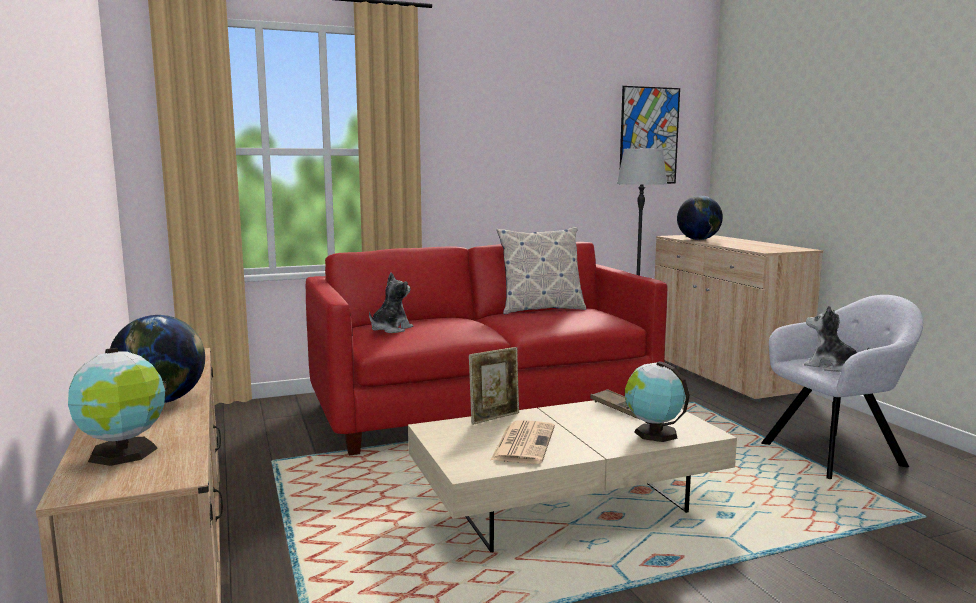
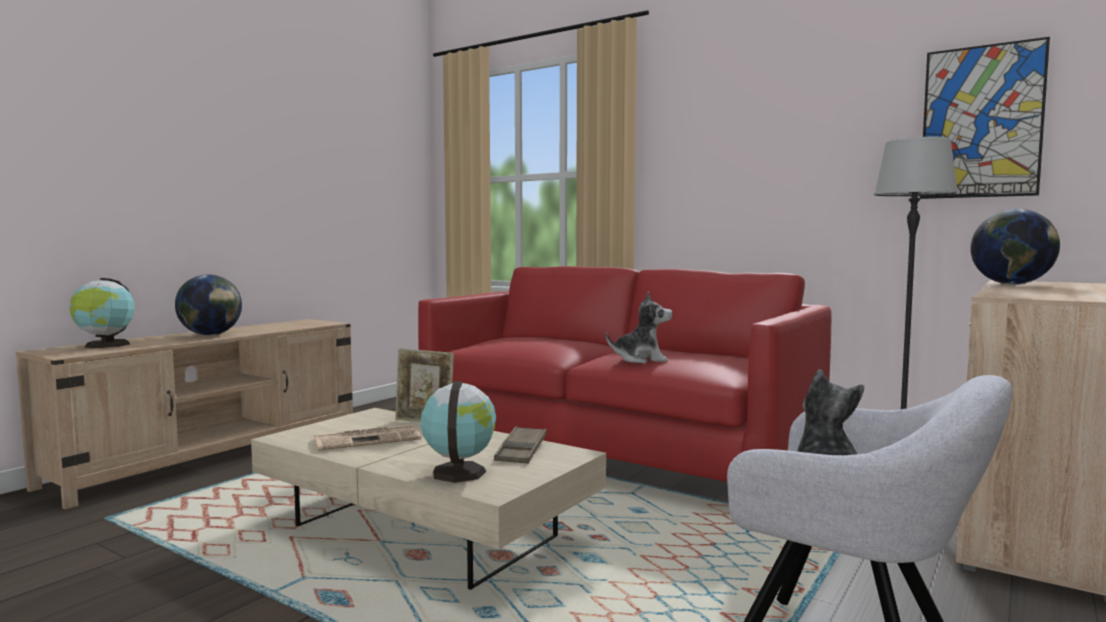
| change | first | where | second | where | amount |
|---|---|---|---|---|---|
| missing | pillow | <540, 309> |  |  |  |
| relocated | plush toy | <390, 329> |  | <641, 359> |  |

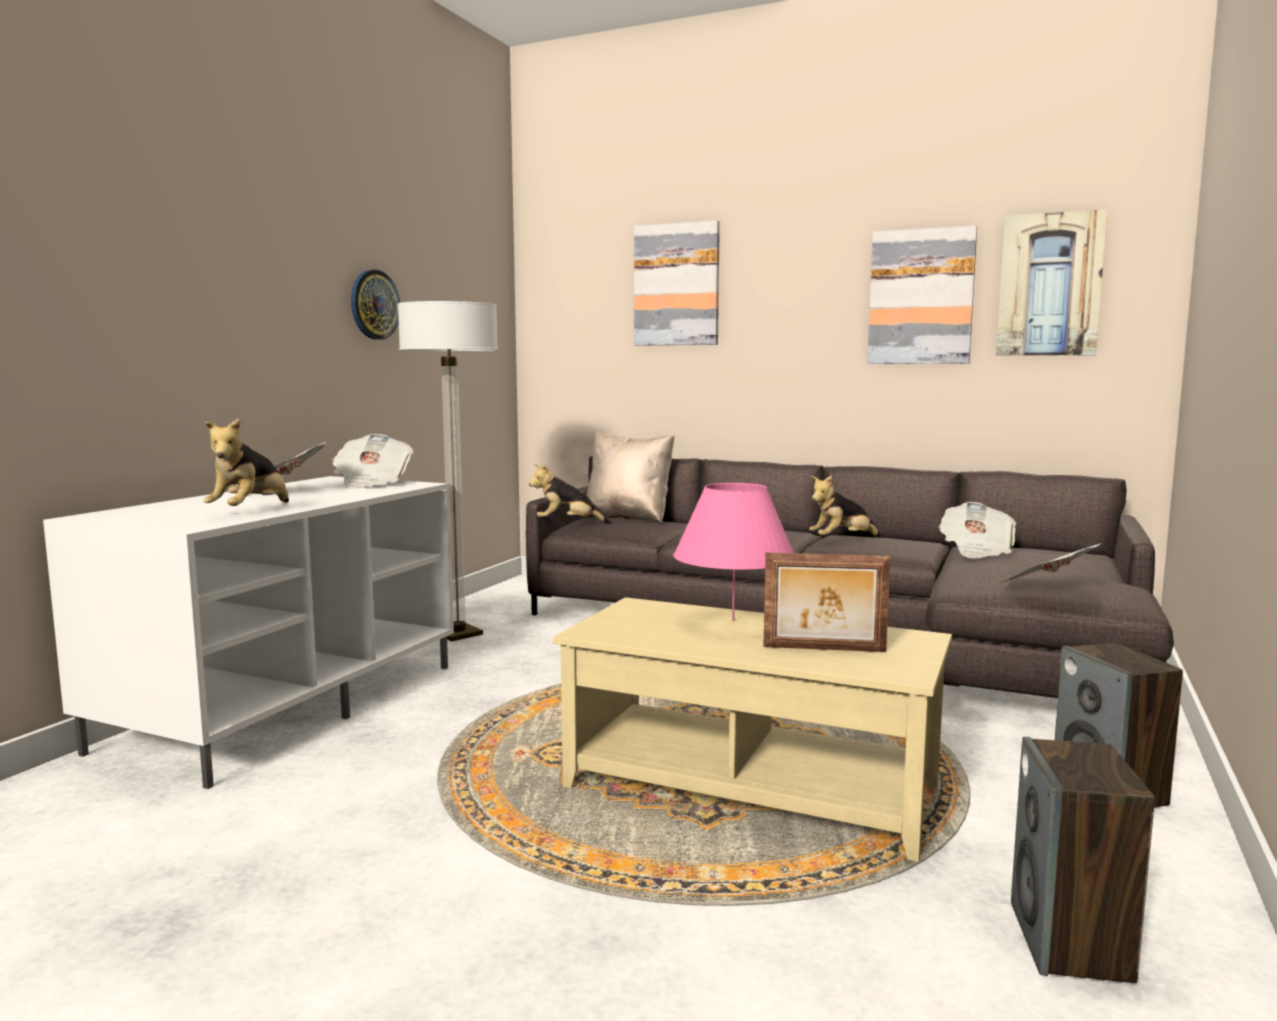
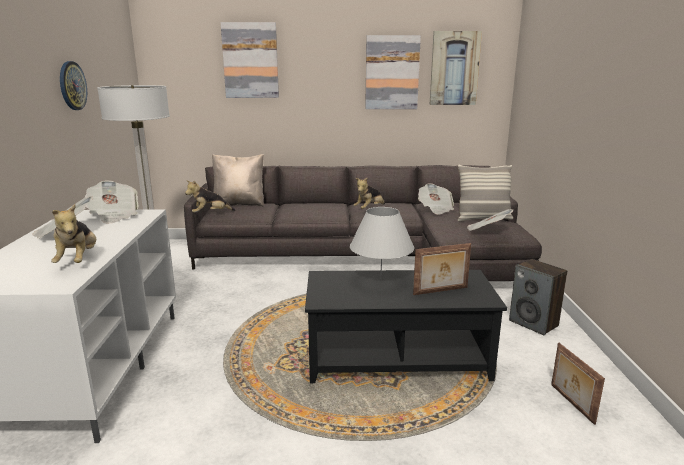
| change | first | where | second | where | amount |
|---|---|---|---|---|---|
| appeared |  |  | pillow | <483, 218> |  |
| exchanged | speaker | <1070, 942> | picture frame | <571, 403> |  |
| colour | coffee table (beige) | <751, 787> | coffee table (black) | <397, 359> |  |
| colour | table lamp (pink) | <733, 620> | table lamp (white) | <380, 279> |  |

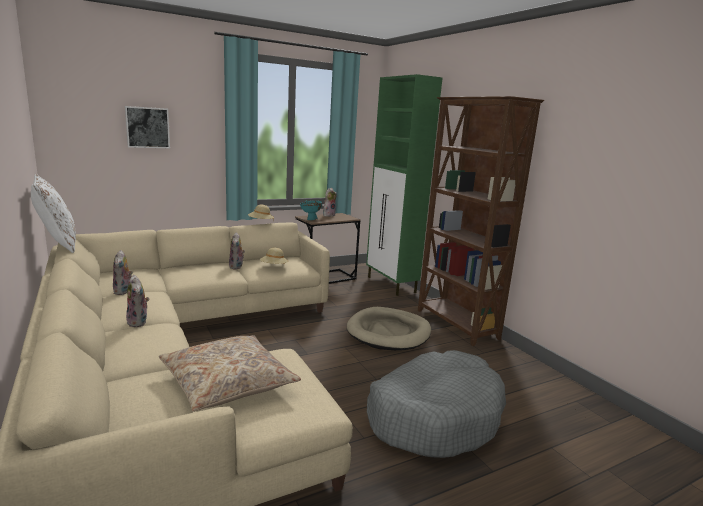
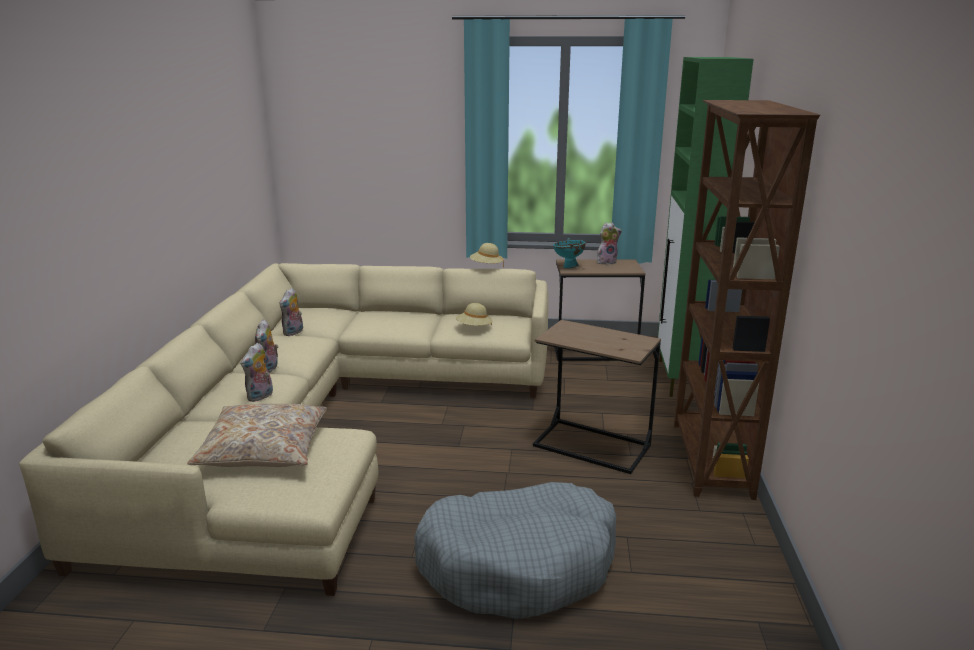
| change | first | where | second | where | amount |
|---|---|---|---|---|---|
| missing | pillow (white) | <58, 244> |  |  |  |
| missing | picture | <147, 127> |  |  |  |
| relocated | plush toy | <237, 267> |  | <260, 397> |  |
| exchanged | dog bed (beige) | <389, 332> | side table (brown) | <592, 446> |  |

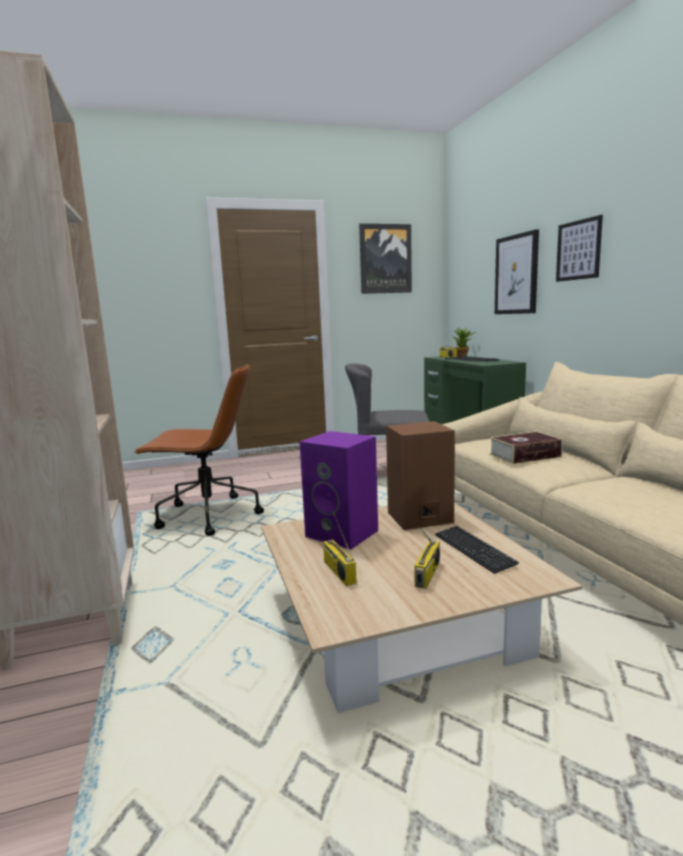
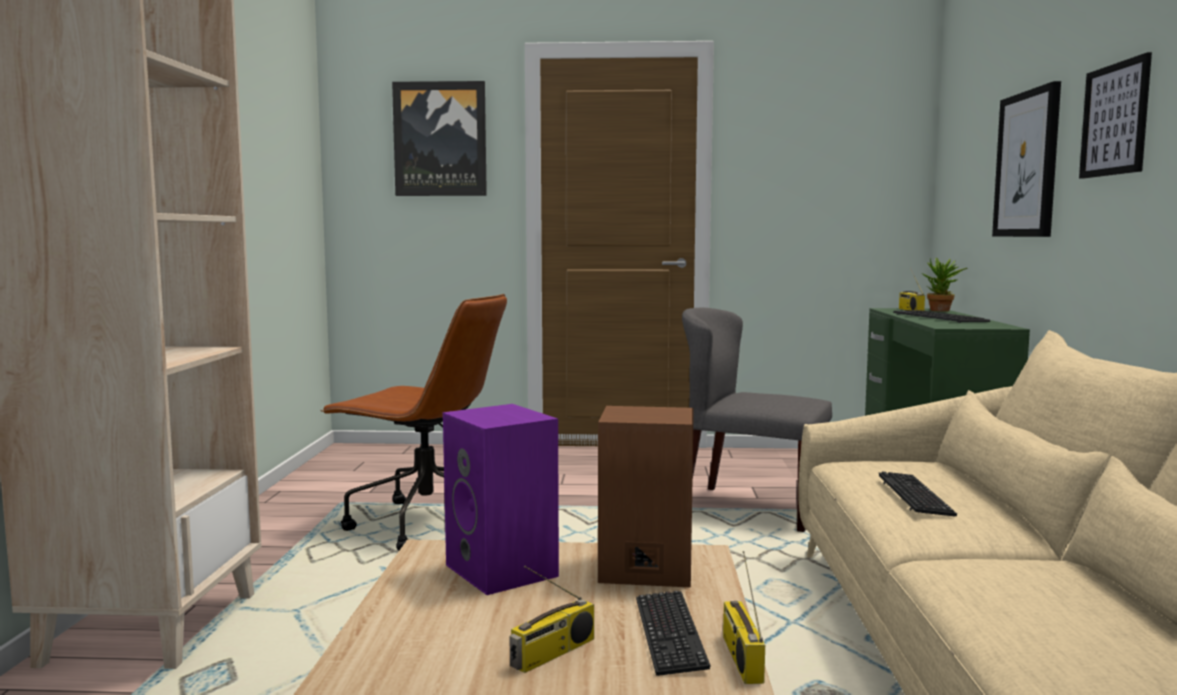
| change | first | where | second | where | amount |
|---|---|---|---|---|---|
| relocated | radio | <338, 571> |  | <740, 657> |  |
| relocated | picture | <385, 259> |  | <440, 139> |  |
| exchanged | book | <525, 455> | keyboard | <914, 496> |  |

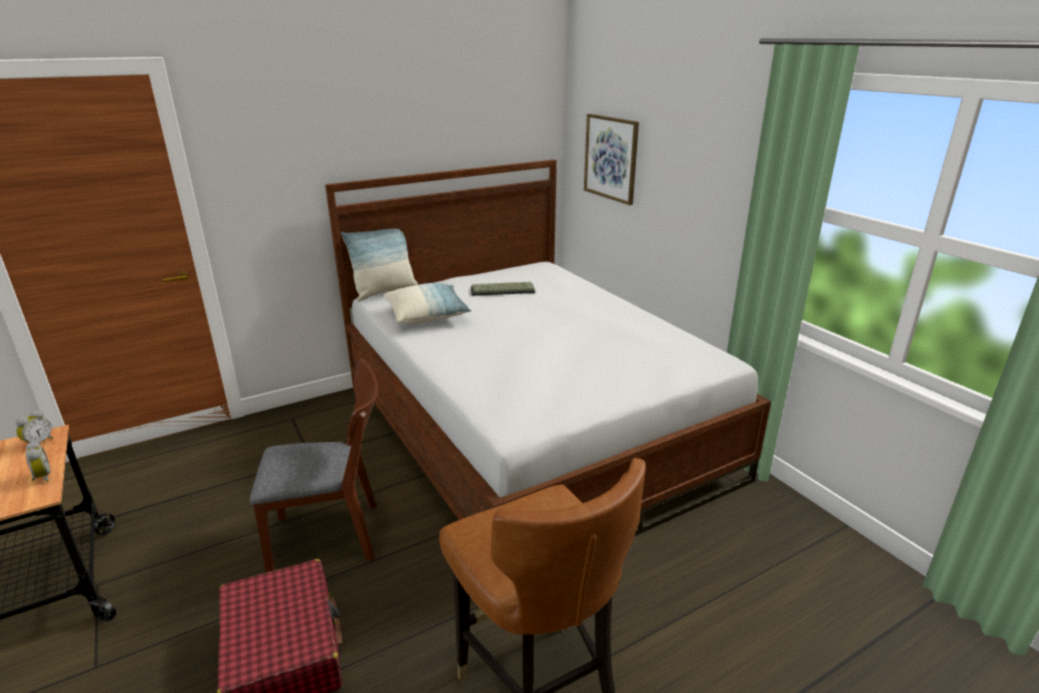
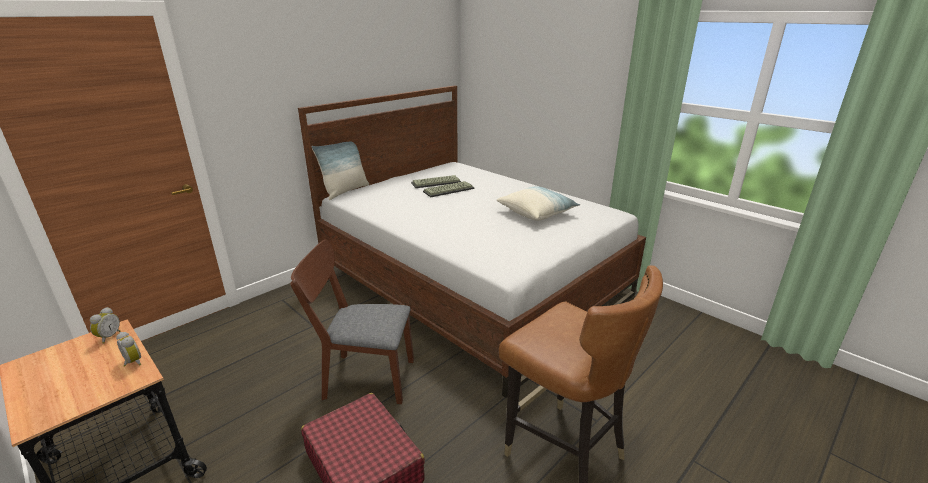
| change | first | where | second | where | amount |
|---|---|---|---|---|---|
| missing | picture | <611, 158> |  |  |  |
| appeared |  |  | keyboard | <449, 190> |  |
| relocated | pillow | <427, 316> |  | <537, 213> |  |
| spun | chair (brown) | <335, 535> |  | <362, 378> | 150 degrees counterclockwise |

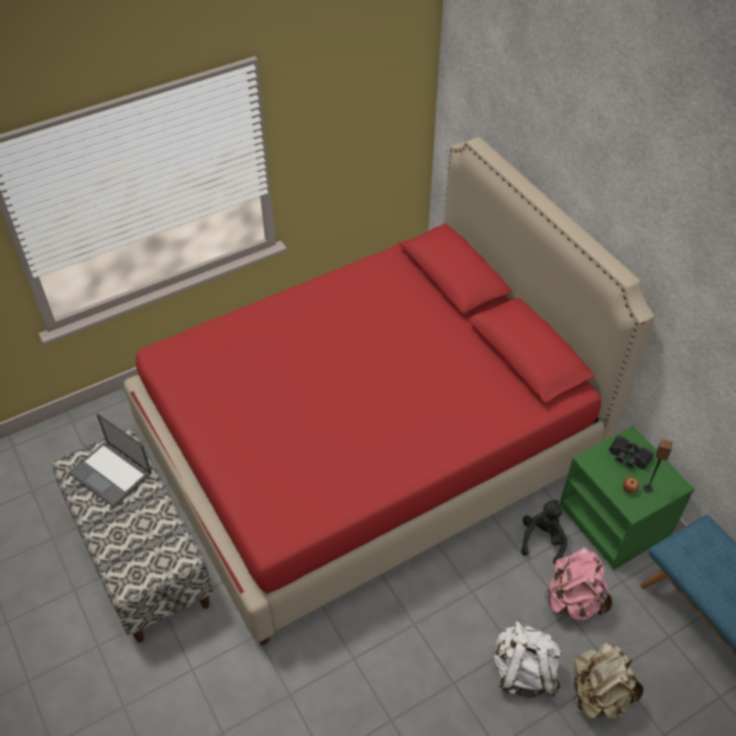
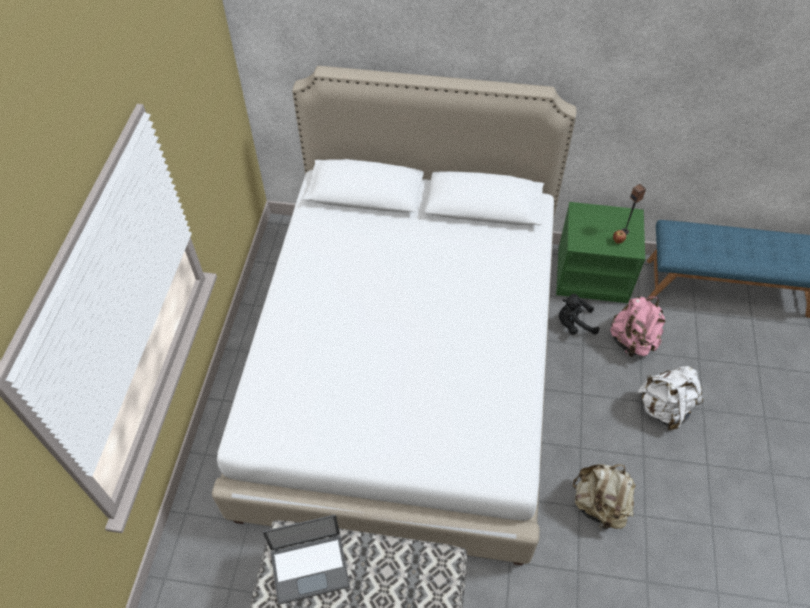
| change | first | where | second | where | amount |
|---|---|---|---|---|---|
| missing | binoculars (black) | <628, 458> |  |  |  |
| relocated | backpack (beige) | <598, 694> |  | <600, 505> |  |
| colour | bed (red) | <368, 446> | bed (white) | <405, 370> |  |
| spun | plush toy (black) | <542, 539> |  | <574, 324> | 60 degrees counterclockwise |

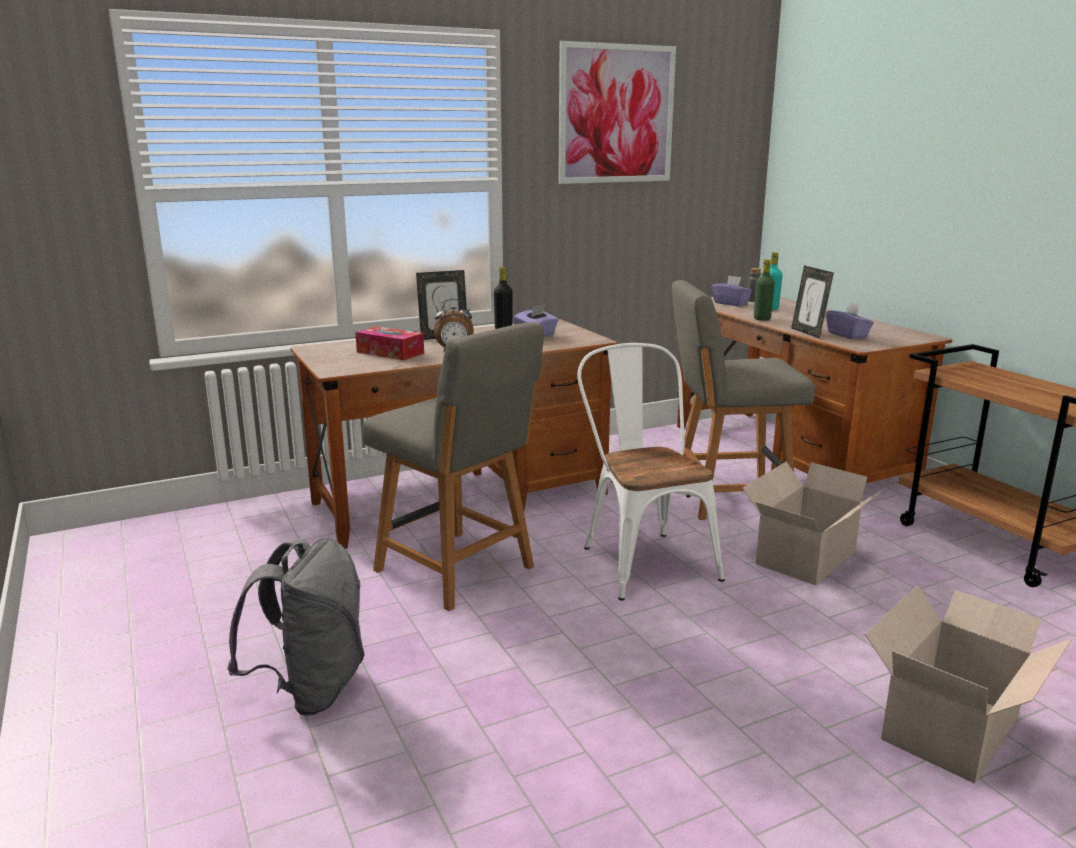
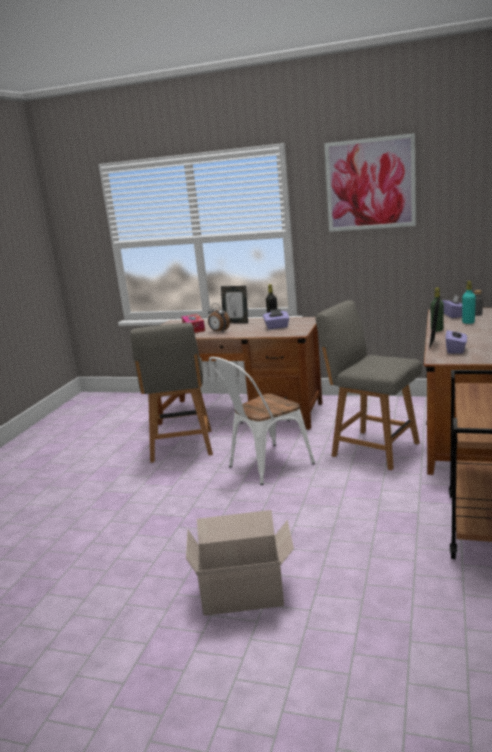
| change | first | where | second | where | amount |
|---|---|---|---|---|---|
| missing | backpack (grey) | <311, 689> |  |  |  |
| missing | cardboard box | <804, 558> |  |  |  |
| spun | chair (white) | <642, 558> |  | <264, 466> | 150 degrees counterclockwise |

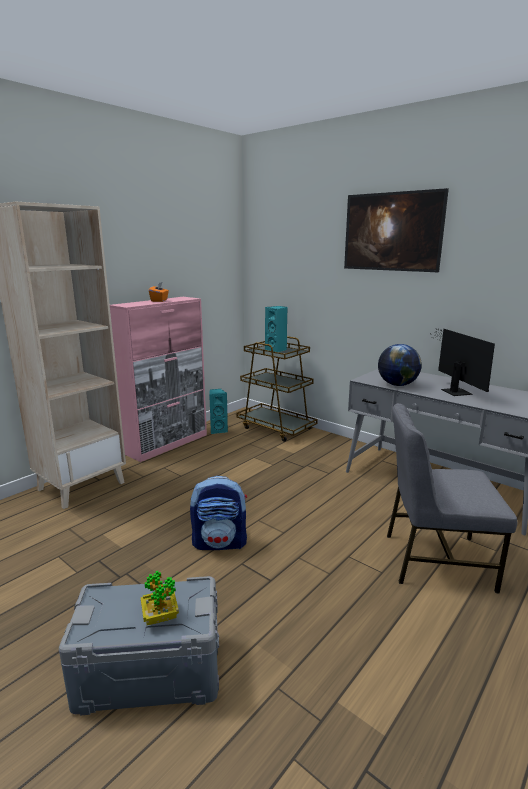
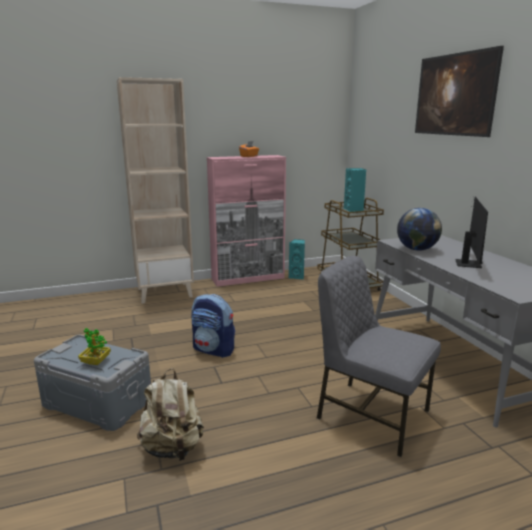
| change | first | where | second | where | amount |
|---|---|---|---|---|---|
| appeared |  |  | backpack (beige) | <172, 448> |  |

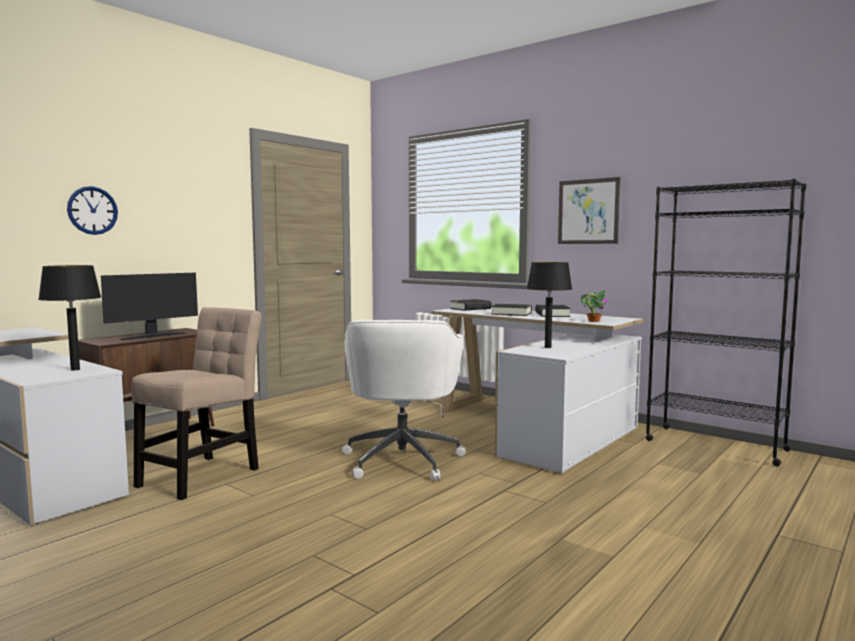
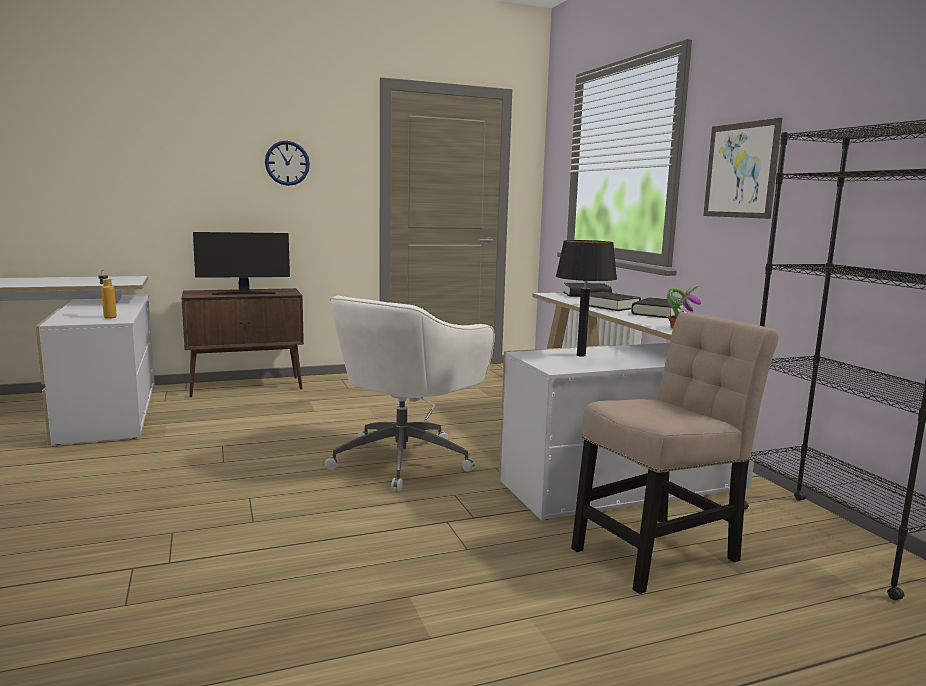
| change | first | where | second | where | amount |
|---|---|---|---|---|---|
| relocated | wall clock | <92, 210> |  | <287, 163> |  |
| relocated | chair (beige) | <203, 475> |  | <660, 551> |  |
| exchanged | table lamp (black) | <75, 369> | bottle | <108, 317> |  |

